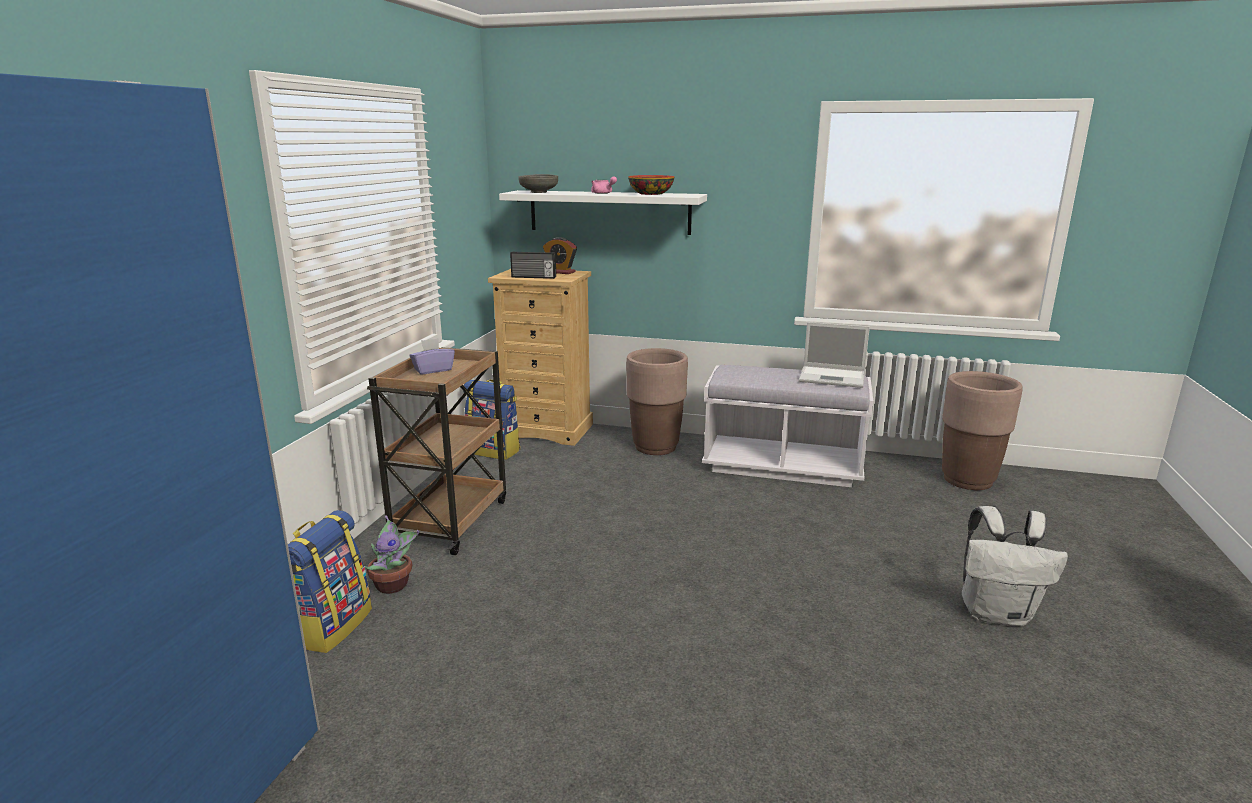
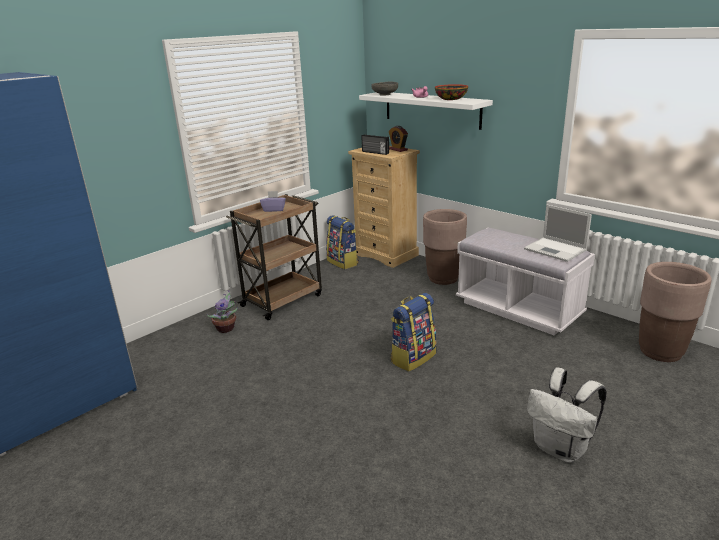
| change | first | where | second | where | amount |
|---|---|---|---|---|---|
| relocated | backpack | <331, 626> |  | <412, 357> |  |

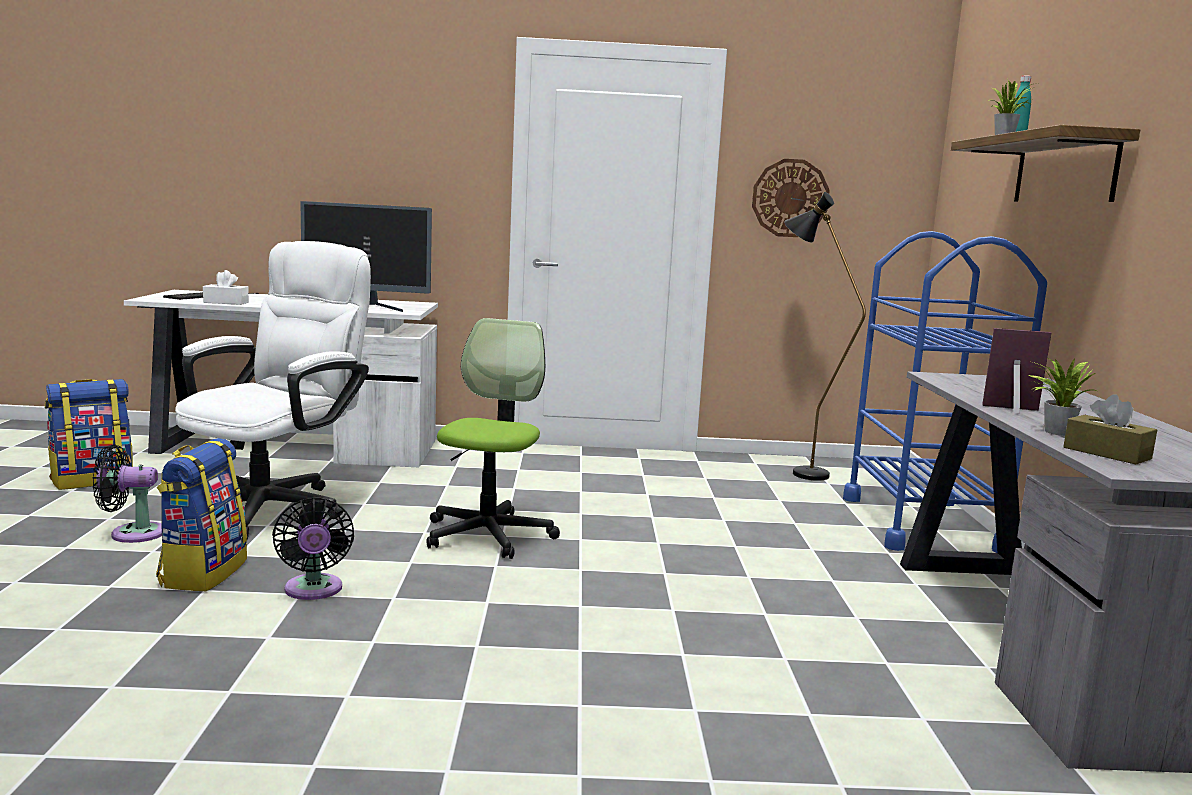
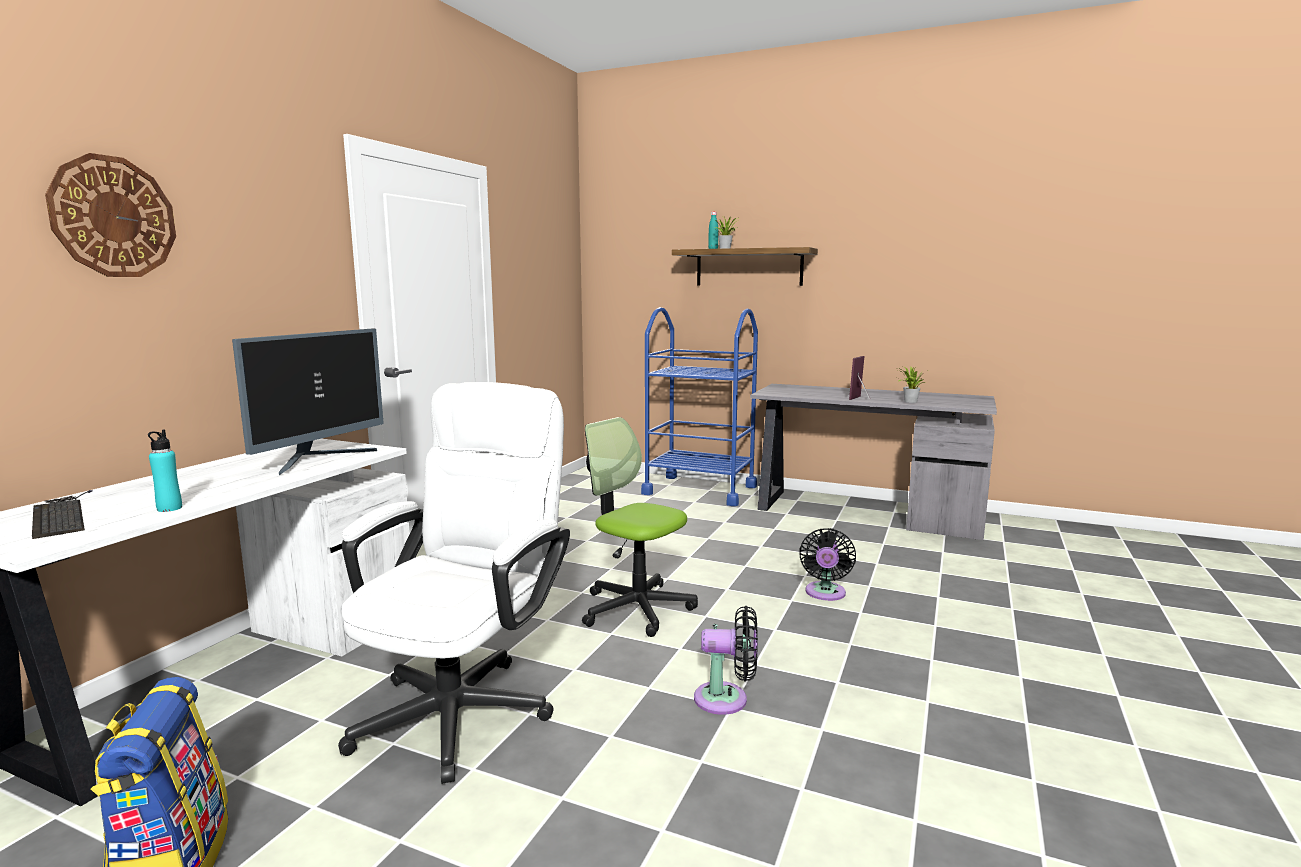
| change | first | where | second | where | amount |
|---|---|---|---|---|---|
| missing | backpack | <203, 573> |  |  |  |
| missing | floor lamp (black) | <798, 472> |  |  |  |
| missing | tissue box (brown) | <1106, 453> |  |  |  |
| relocated | fan (black) | <132, 533> |  | <825, 594> |  |
| relocated | wall clock | <790, 198> |  | <114, 217> |  |
| exchanged | tissue box (white) | <226, 302> | bottle (turquoise) | <169, 508> |  |
| spun | office chair (white) | <275, 505> |  | <465, 704> | 60 degrees clockwise |

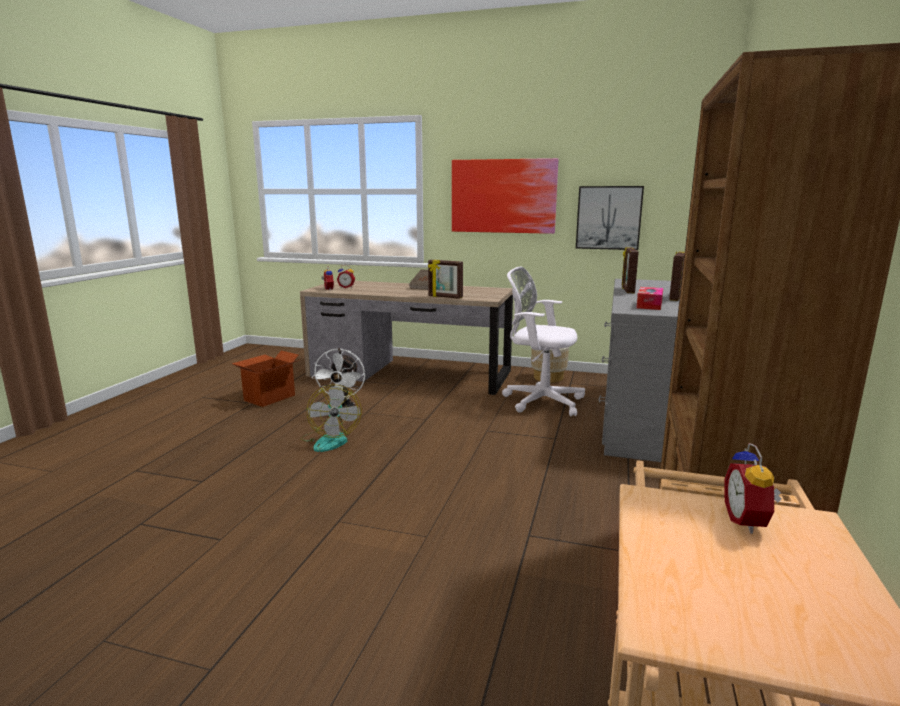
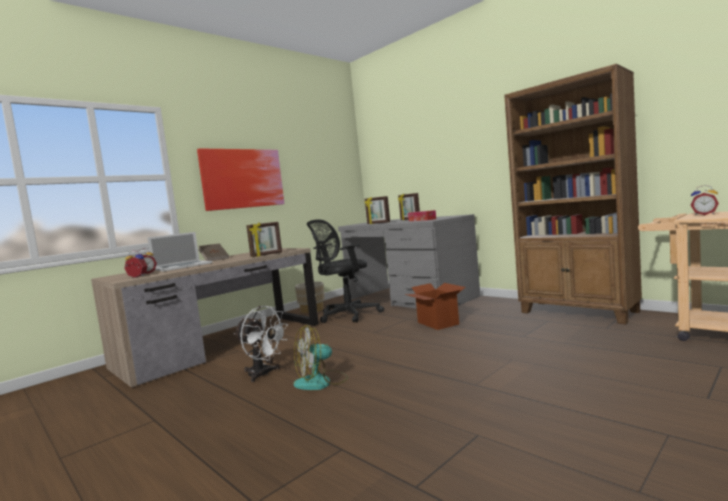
| change | first | where | second | where | amount |
|---|---|---|---|---|---|
| missing | picture | <608, 217> |  |  |  |
| appeared |  |  | laptop | <182, 266> |  |
| relocated | cardboard box | <269, 398> |  | <437, 323> |  |
| colour | office chair (white) | <540, 401> | office chair (black) | <346, 316> |  |
| spun | fan | <330, 440> |  | <321, 382> | 135 degrees clockwise |

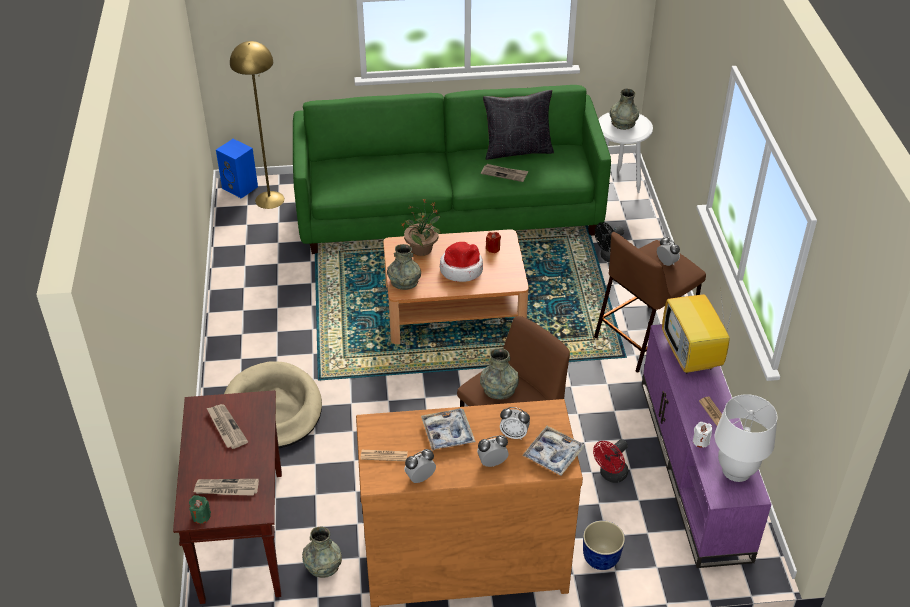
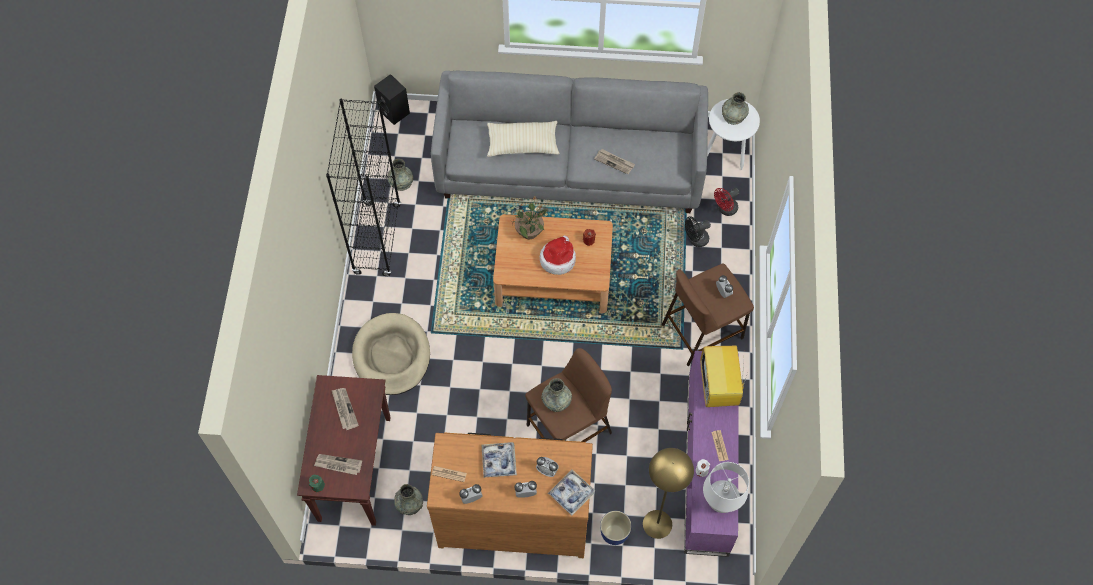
| change | first | where | second | where | amount |
|---|---|---|---|---|---|
| missing | pillow (black) | <517, 150> |  |  |  |
| appeared |  |  | bookcase (black) | <377, 239> |  |
| appeared |  |  | pillow (beige) | <523, 144> |  |
| relocated | floor lamp (yellow) | <270, 199> |  | <657, 524> |  |
| relocated | vase (grey) | <404, 282> |  | <401, 182> |  |
| relocated | fan (red) | <611, 475> |  | <725, 209> |  |
| colour | speaker (blue) | <241, 187> | speaker (black) | <395, 112> |  |
| colour | sofa (green) | <449, 211> | sofa (grey) | <570, 166> |  |

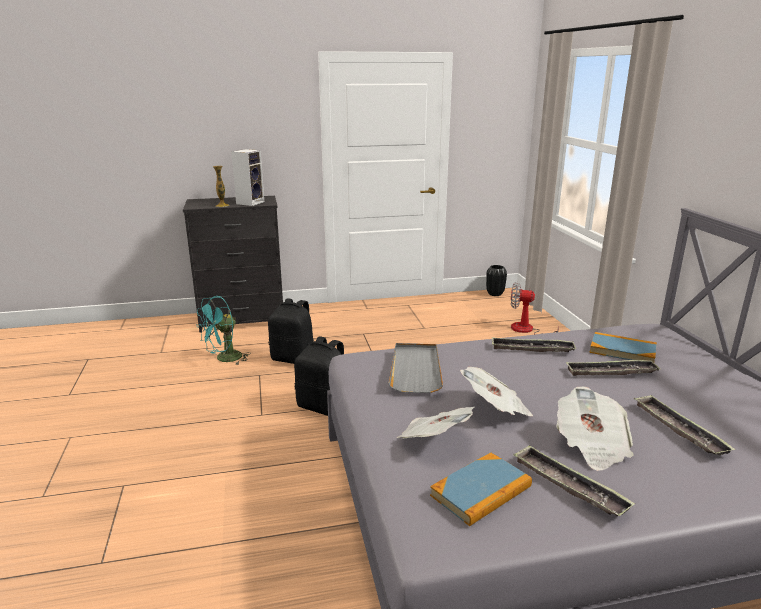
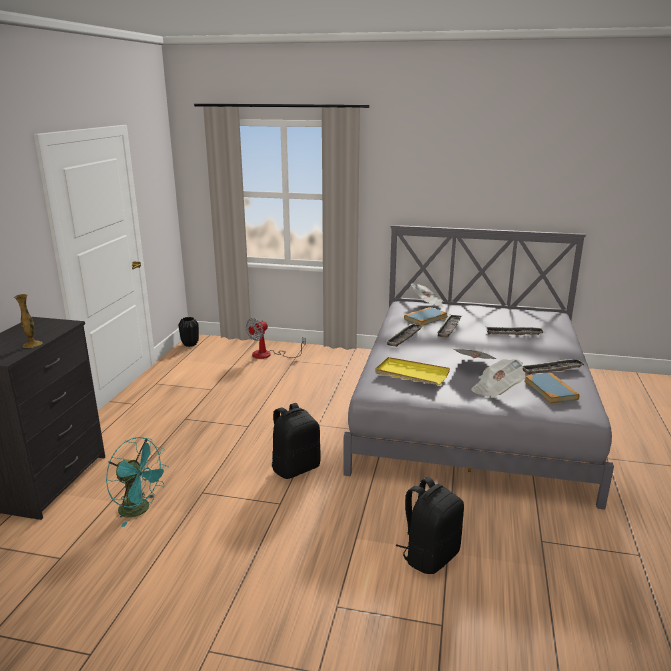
| change | first | where | second | where | amount |
|---|---|---|---|---|---|
| missing | speaker | <250, 202> |  |  |  |
| relocated | backpack (black) | <294, 359> |  | <430, 556> |  |
| relocated | newspaper | <591, 446> |  | <427, 304> |  |
| colour | tray (grey) | <415, 369> | tray (yellow) | <411, 374> |  |
| spun | fan (turquoise) | <224, 359> |  | <140, 510> | 45 degrees counterclockwise |

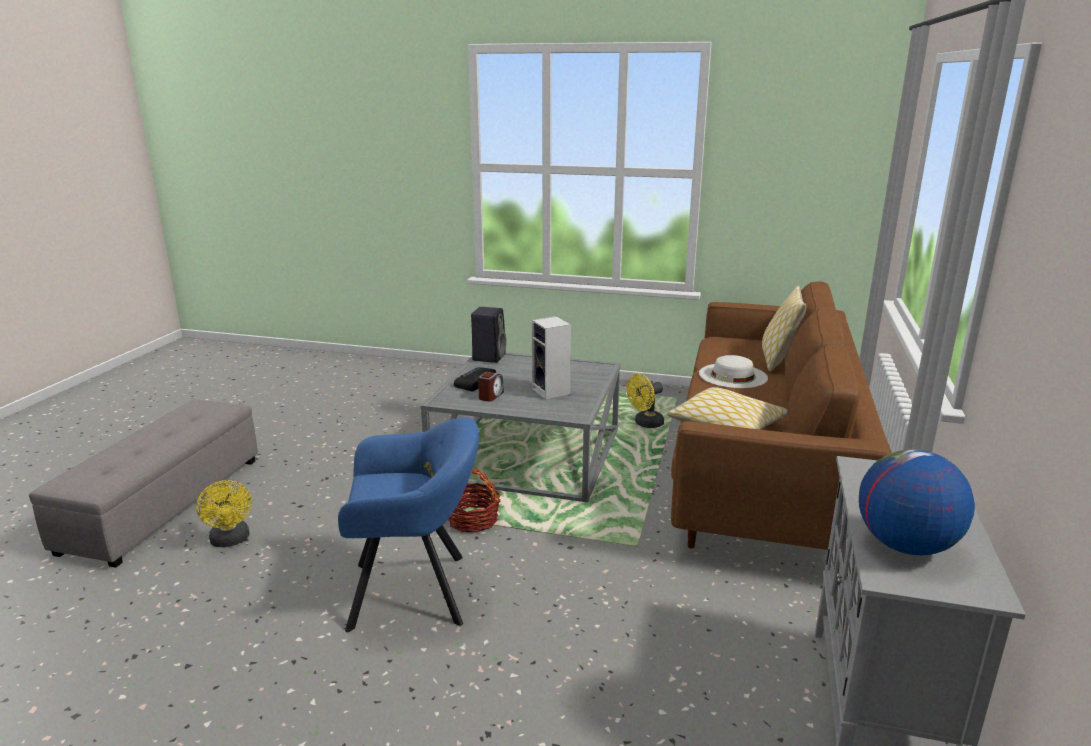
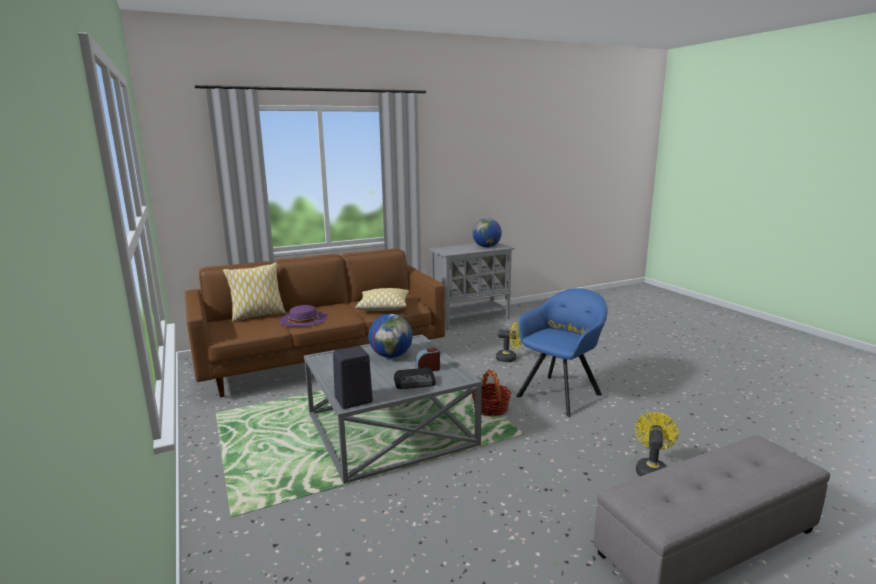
| change | first | where | second | where | amount |
|---|---|---|---|---|---|
| relocated | fan (yellow) | <645, 424> |  | <509, 359> |  |
| exchanged | speaker | <552, 392> | globe | <391, 356> |  |
| colour | hat (white) | <733, 375> | hat (purple) | <303, 319> |  |
| spun | armchair (blue) | <416, 592> |  | <561, 394> | 90 degrees clockwise |

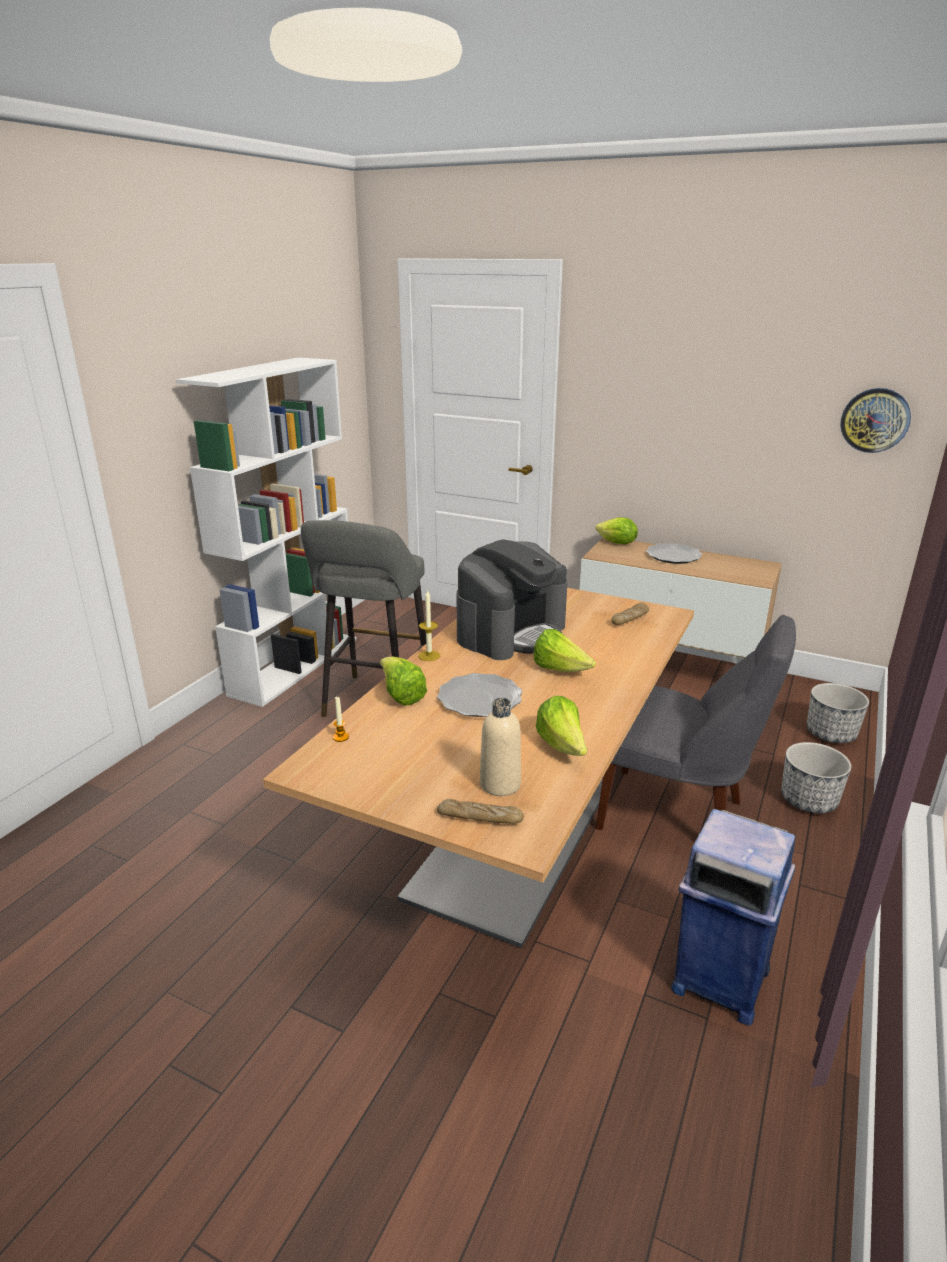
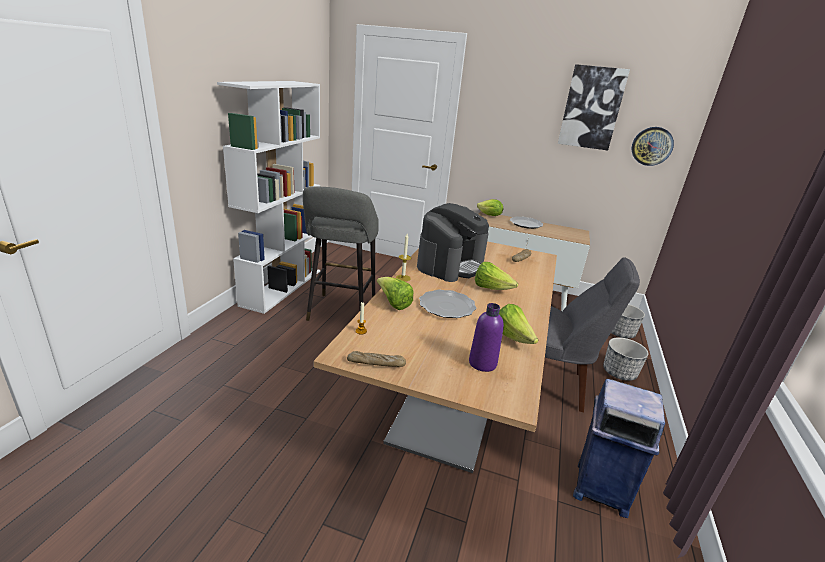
| change | first | where | second | where | amount |
|---|---|---|---|---|---|
| appeared |  |  | picture | <591, 108> |  |
| relocated | bread | <479, 818> |  | <376, 364> |  |
| colour | bottle (beige) | <500, 784> | bottle (purple) | <482, 363> |  |

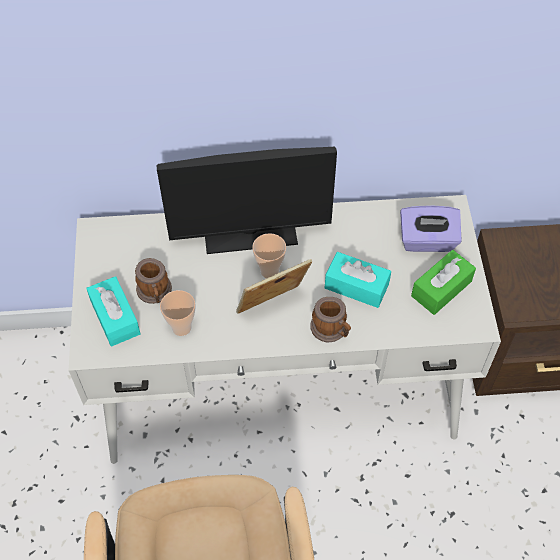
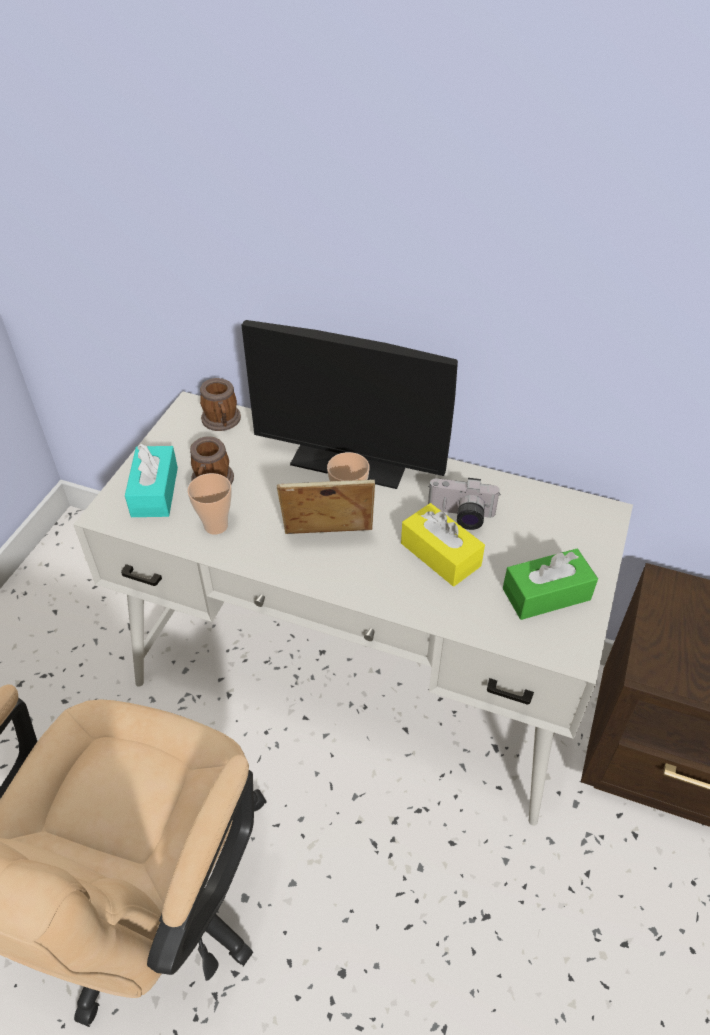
| change | first | where | second | where | amount |
|---|---|---|---|---|---|
| missing | tissue box (purple) | <427, 241> |  |  |  |
| appeared |  |  | photo camera | <460, 517> |  |
| relocated | mug | <331, 329> |  | <222, 421> |  |
| colour | tissue box (turquoise) | <356, 286> | tissue box (yellow) | <440, 554> |  |

